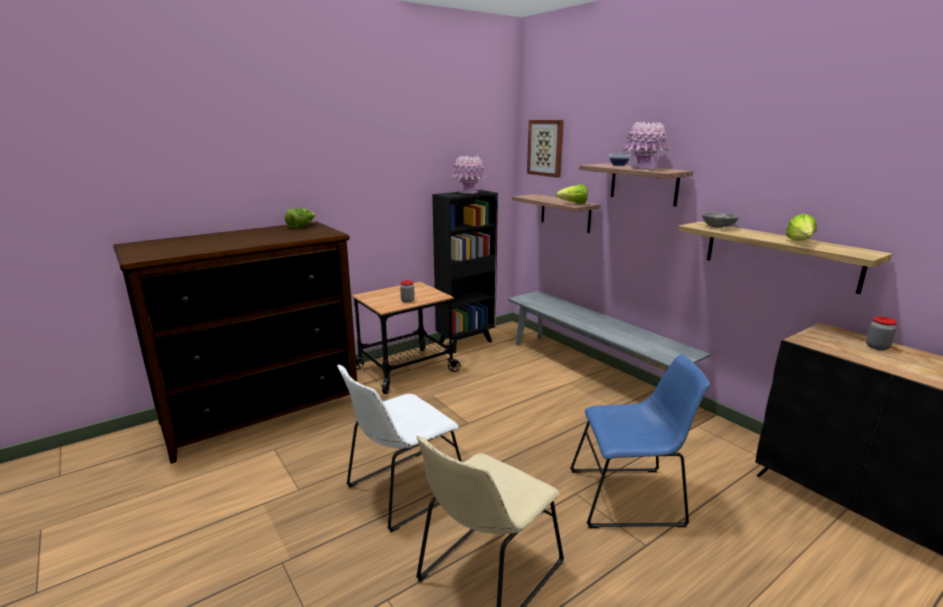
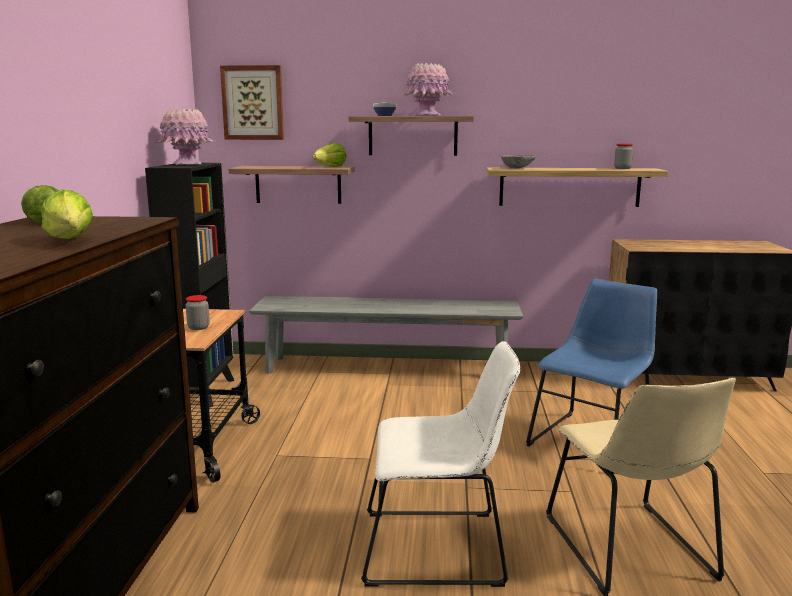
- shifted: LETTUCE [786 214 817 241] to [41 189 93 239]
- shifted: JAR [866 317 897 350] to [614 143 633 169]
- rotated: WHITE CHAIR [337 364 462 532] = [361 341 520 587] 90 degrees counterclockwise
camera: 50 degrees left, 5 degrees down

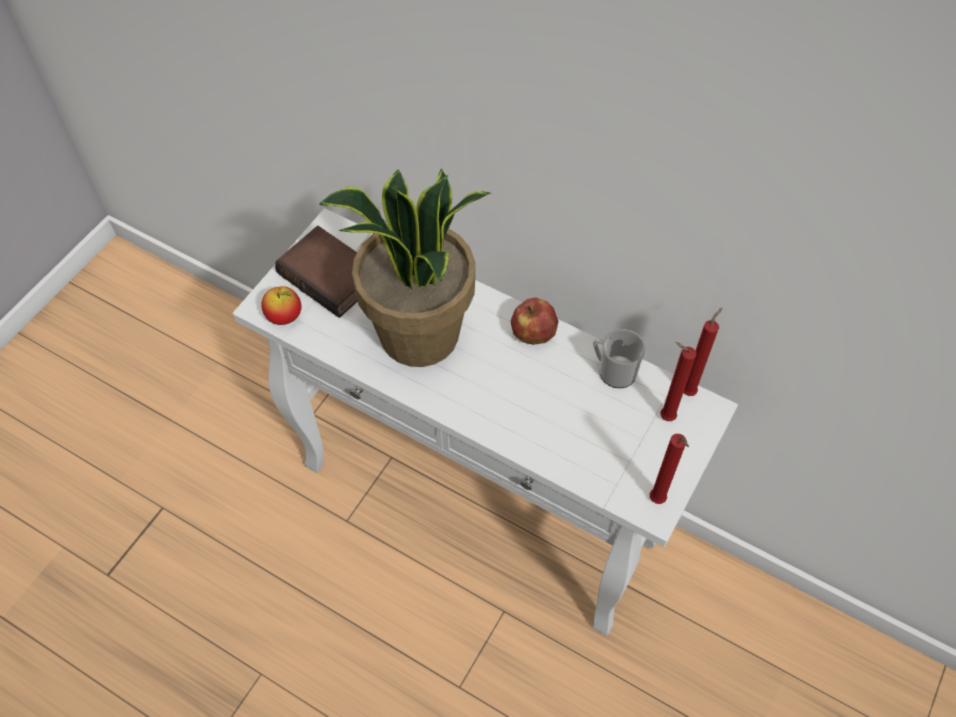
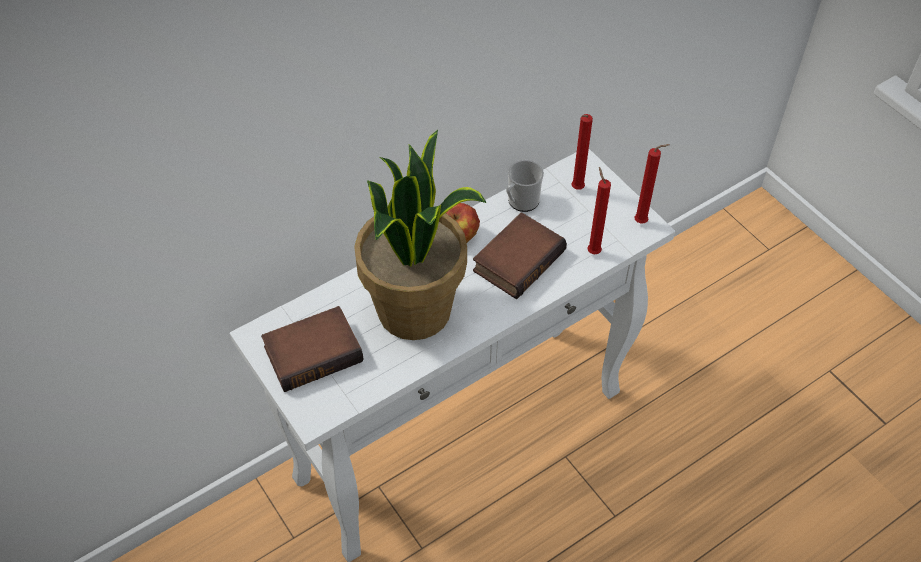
- gone: APPLE [262 286 302 325]
- new: BOOK [473 212 567 299]
- shifted: RED CANDLE [684 307 722 396] to [587 167 611 254]
camera: 65 degrees left, 5 degrees down

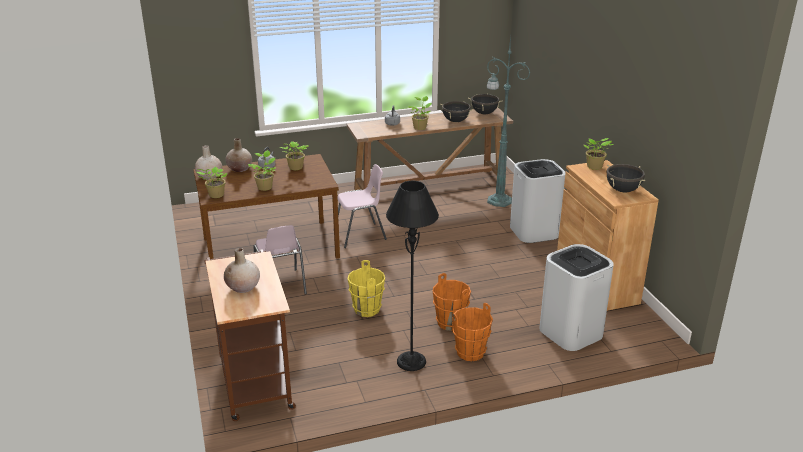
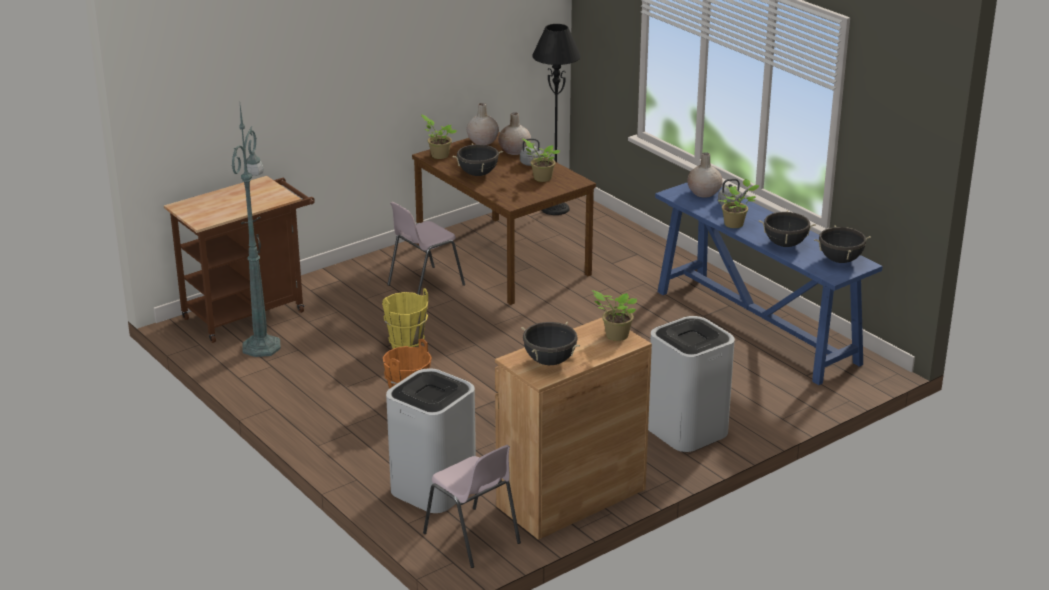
- gone: ORANGE BUCKET [452 303 493 361]
- shifted: BEIGE VASE [224 248 260 293] to [687 152 723 198]
- shifted: PINK CHAIR [337 164 387 248] to [423 445 521 568]
- shifted: BLACK FLOOR LAMP [386 181 439 371] to [532 24 581 215]
- shifted: GREEN FLOOR LAMP [487 36 530 207] to [231 105 281 357]
- swapped: POTTED PLANT [248 150 276 191] to BLACK COOKING POT [452 143 503 176]
- repainted: BROWN CONSOLE TABLE [347 108 513 190] to BLUE CONSOLE TABLE [655 183 883 385]
camera: 70 degrees right, 0 degrees up

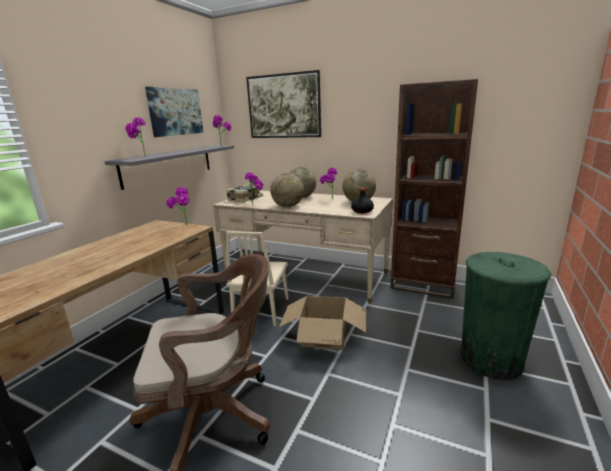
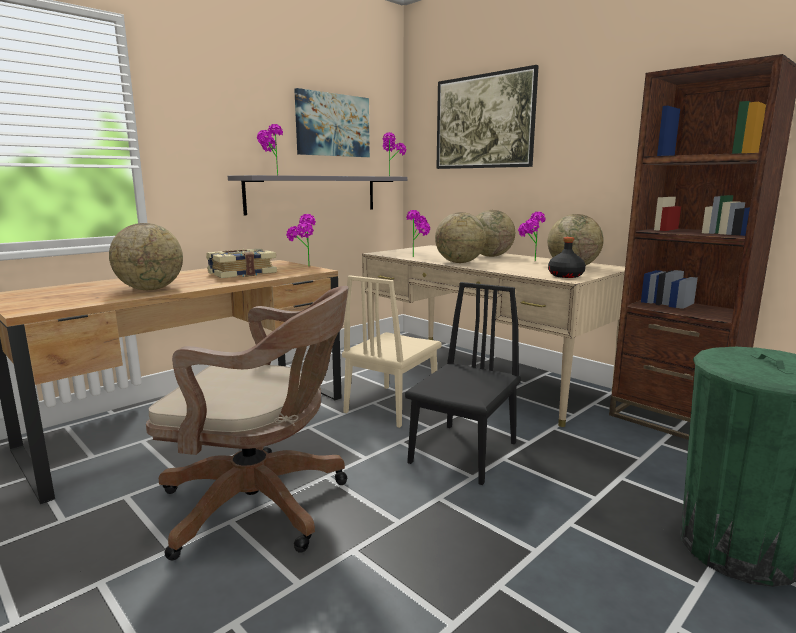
- new: GLOBE [109 223 183 290]
- shifted: BOOK [226 184 263 202] to [206 248 277 278]
- swapped: CARDBOARD BOX [279 296 366 350] to BLACK CHAIR [405 282 521 485]
camera: 20 degrees right, 5 degrees down

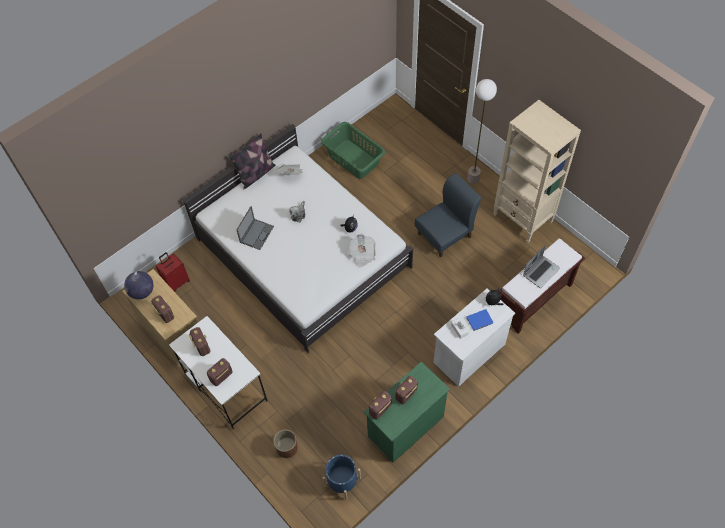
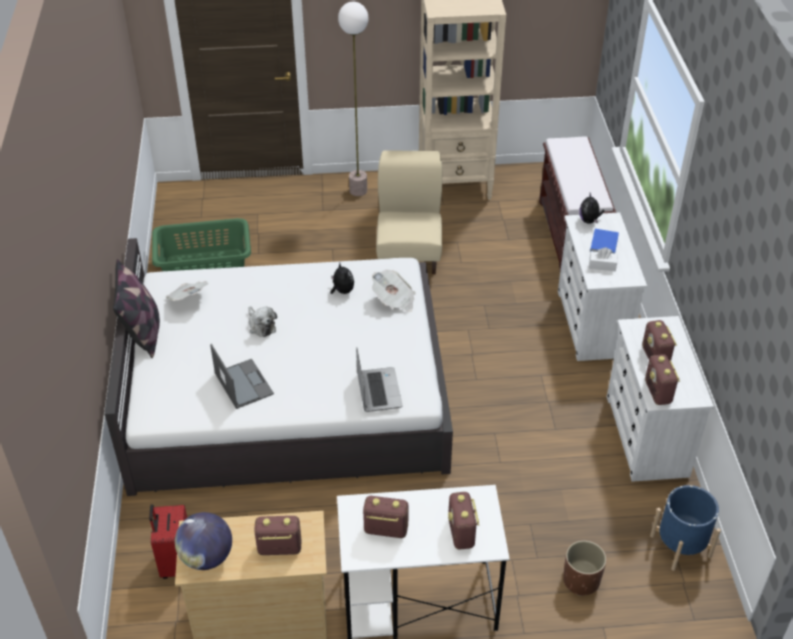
- shifted: LAPTOP [523 245 560 288] to [356 348 403 412]
- repainted: GREEN DRESSER [363 362 450 463] to WHITE DRESSER [607 316 714 482]
- repainted: BLUE CHAIR [415 173 481 257] to BEIGE CHAIR [376 150 442 274]
camera: 55 degrees left, 15 degrees down

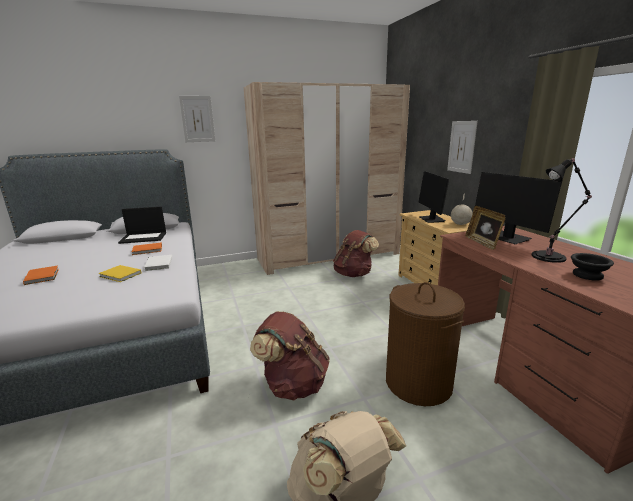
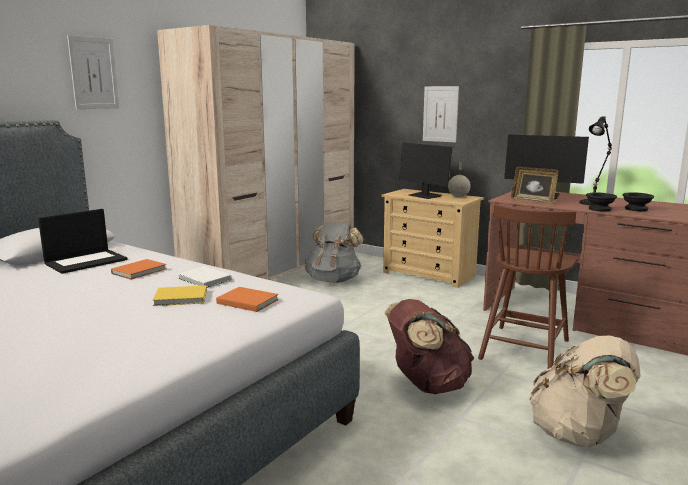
- new: BLACK BOWL [586 193 617 211]
- shifted: ORANGE BOOK [23 265 59 285] to [216 287 278 312]
- swapped: BROWN LAUNDRY BASKET [386 282 465 406] to BROWN CHAIR [478 204 579 369]
- repainted: BROWN BACKPACK [333 230 379 277] to GREY BACKPACK [305 222 363 283]
camera: 35 degrees left, 5 degrees down

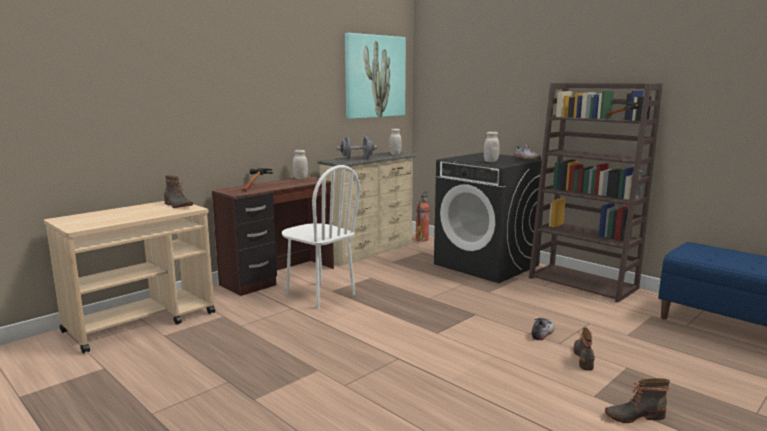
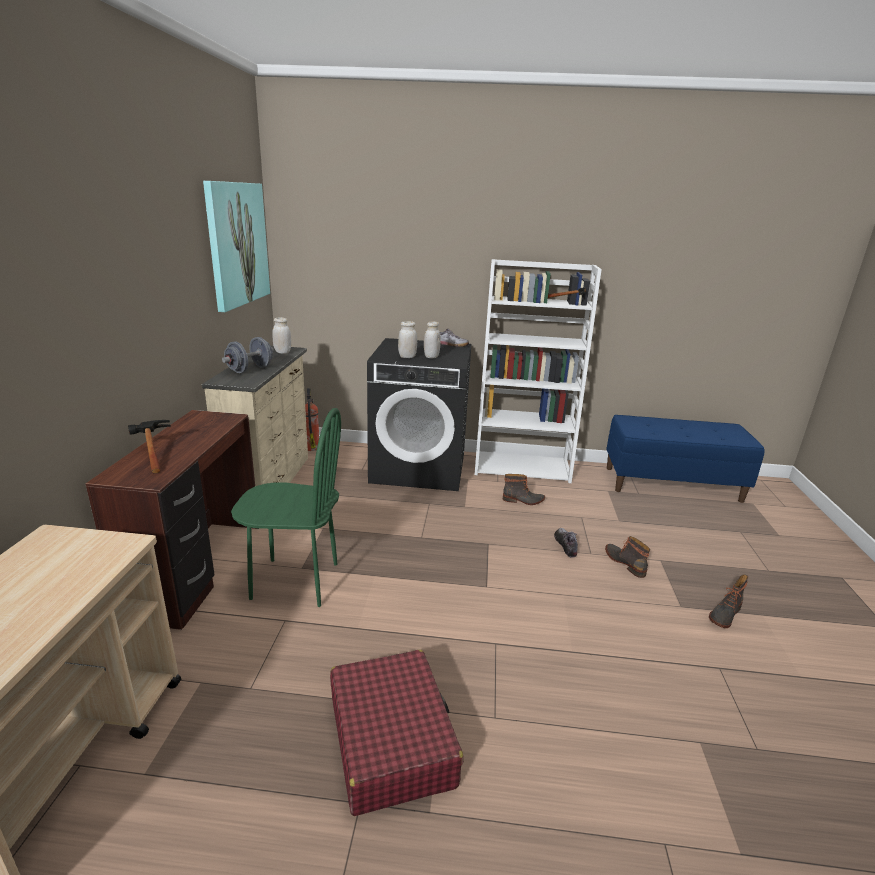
- new: RED SUITCASE [330 650 463 816]
- shifted: BOOT [164 175 193 208] to [503 474 545 505]
- shifted: WHITE JAR [293 150 308 179] to [398 321 417 358]
- repainted: WHITE CHAIR [282 165 360 309] to GREEN CHAIR [231 408 341 607]
- repainted: BROWN BOOKCASE [529 83 663 302] to WHITE BOOKCASE [475 259 602 483]
camera: 40 degrees left, 10 degrees up

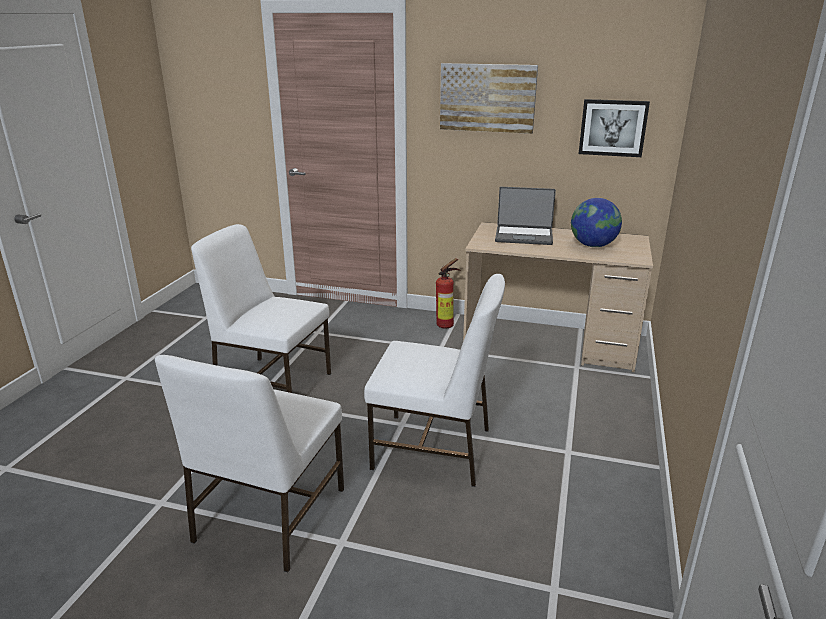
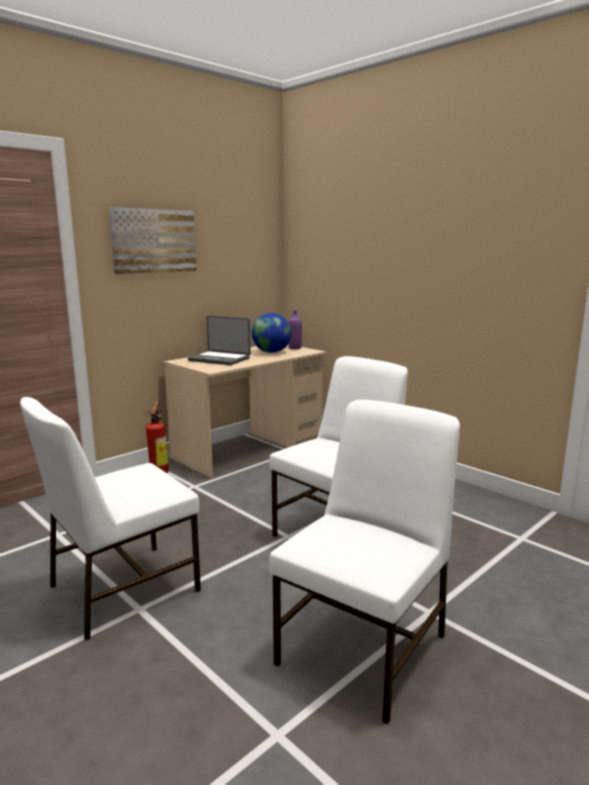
- gone: PICTURE [579 99 650 157]
- new: PURPLE BOTTLE [288 310 302 349]
- rotated: WHITE CHAIR [155 355 344 572] = [269 400 460 724] 105 degrees counterclockwise
- rotated: LAPTOP [495 187 556 245] = [188 316 251 365] 75 degrees clockwise
camera: 60 degrees left, 10 degrees down

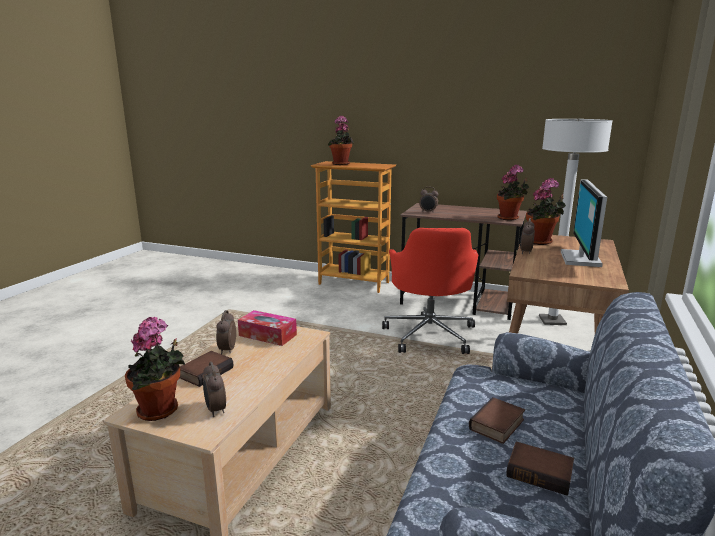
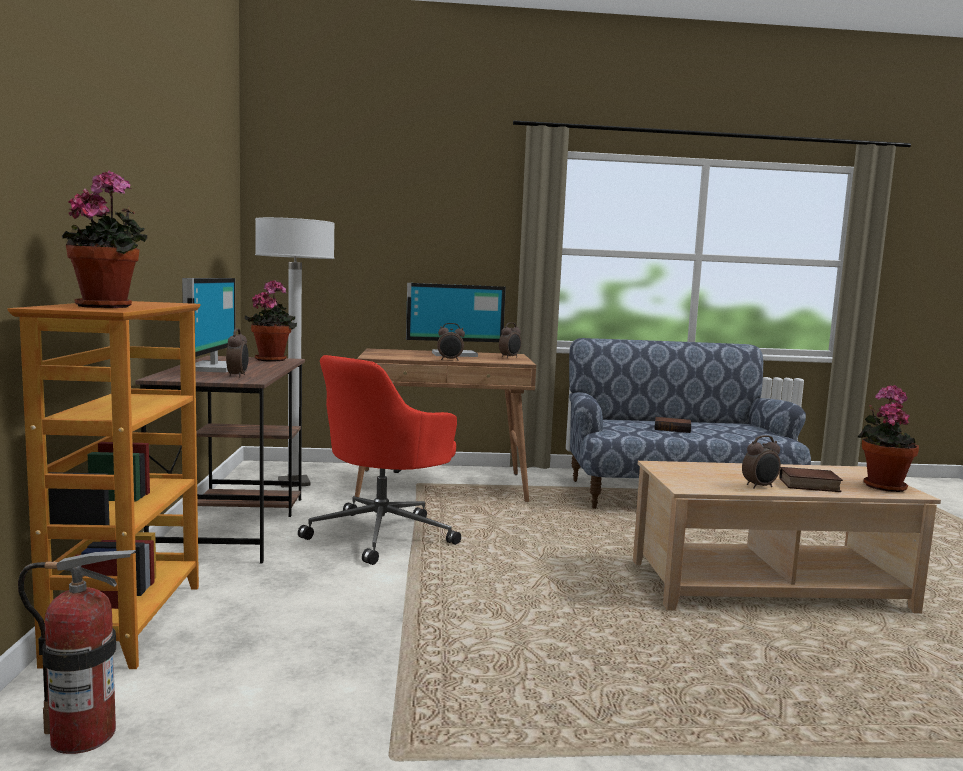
- gone: TISSUE BOX [238 310 297 346]
- gone: BOOK [506 442 574 496]
- gone: POTTED PLANT [526 178 566 245]
- new: FIRE EXTINGUISHER [18 550 136 754]
- new: MONITOR [182 278 236 373]
- shifted: ALARM CLOCK [203 362 226 417] to [499 323 521 358]
- rotated: RED OFFICE CHAIR [382 228 478 354] = [298 355 461 565] 150 degrees clockwise
camera: 115 degrees left, 10 degrees down

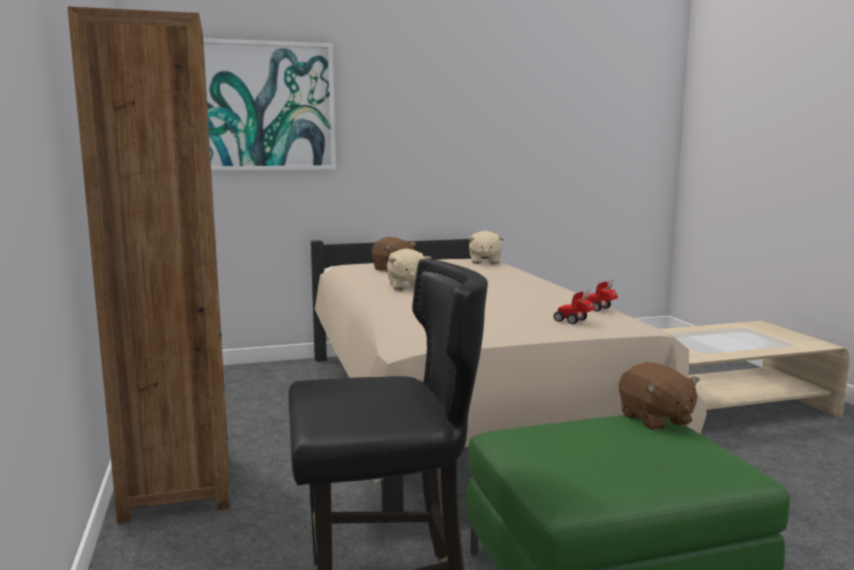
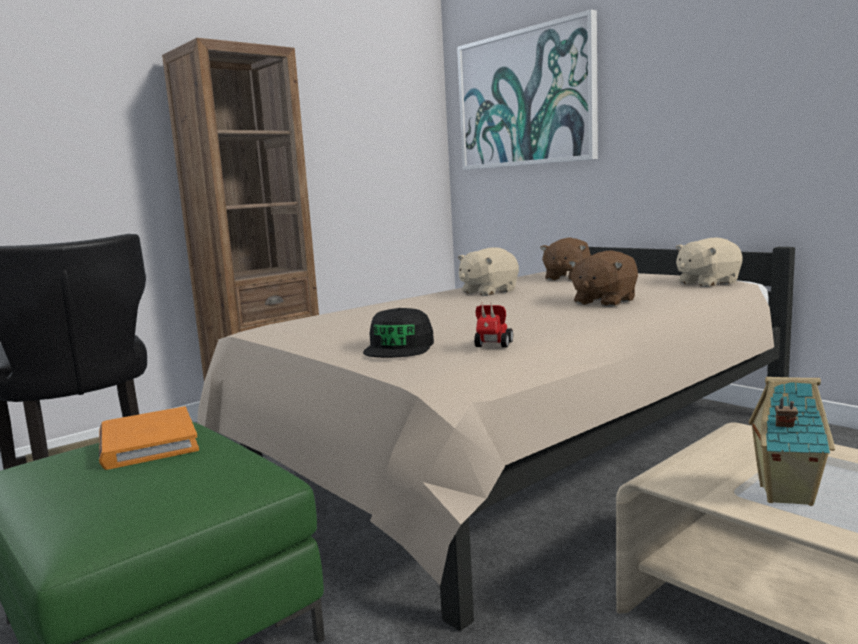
- new: ORANGE BOOK [99 406 199 470]
- new: TOY HOUSE [749 377 835 506]
- shifted: BROWN PLUSH TOY [619 362 700 430] to [569 250 638 307]
- swapped: TOY CAR [554 290 595 324] to BLACK CAP [363 308 434 358]
camera: 65 degrees right, 0 degrees up

